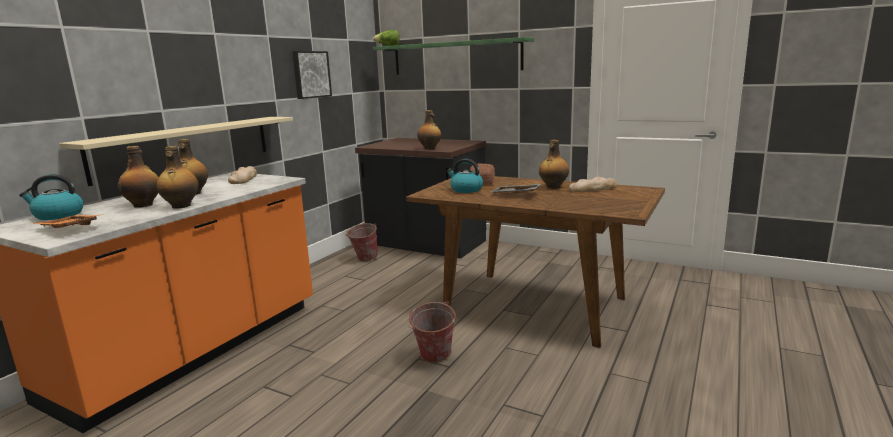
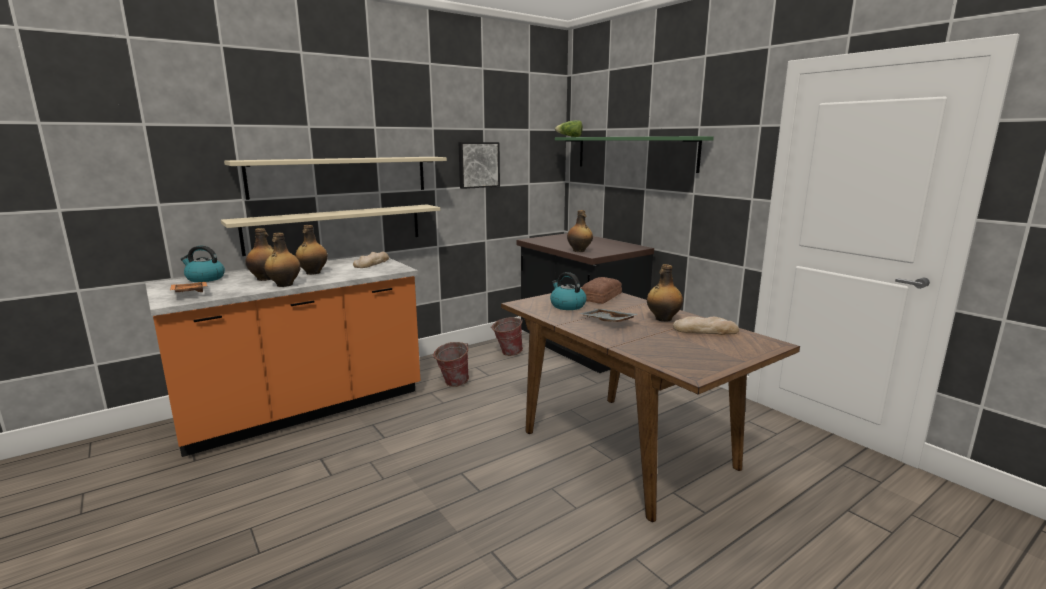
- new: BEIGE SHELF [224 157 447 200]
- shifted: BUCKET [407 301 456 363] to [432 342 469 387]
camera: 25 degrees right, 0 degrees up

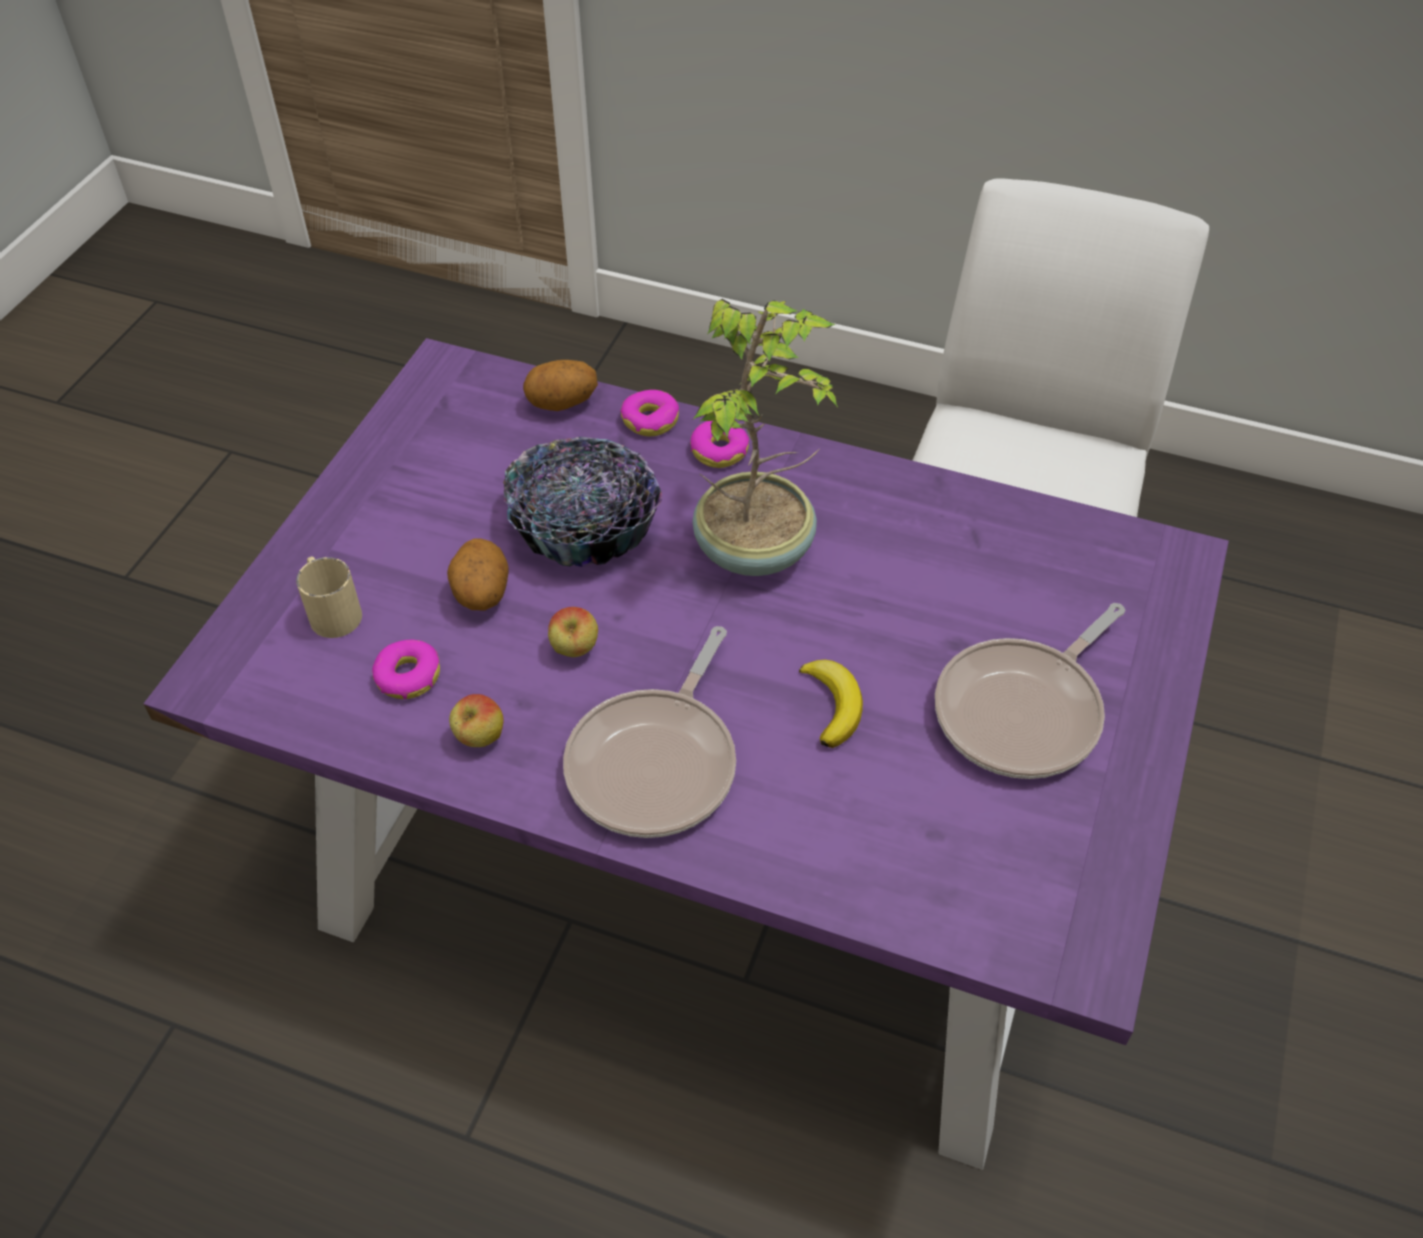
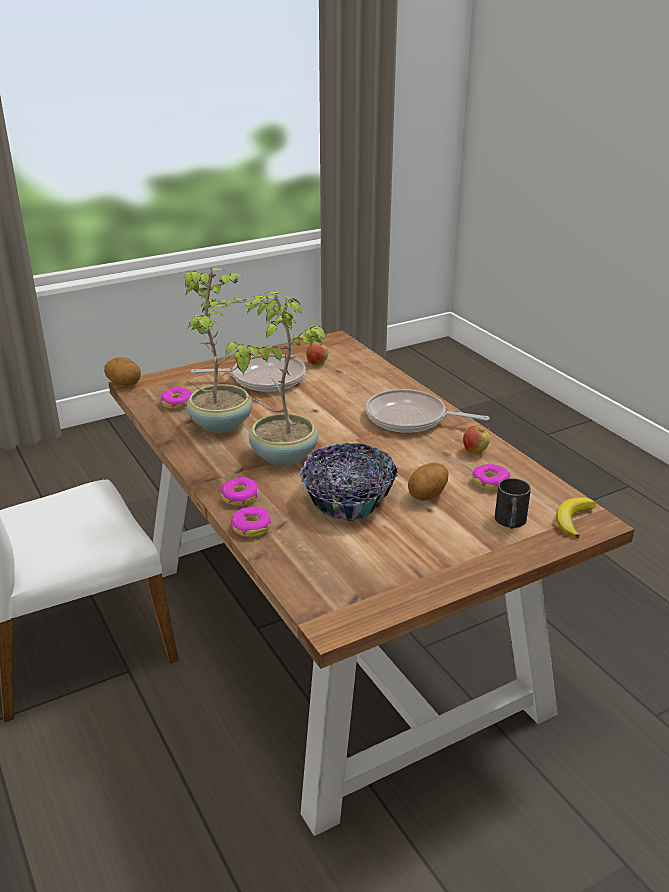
- new: DONUT [161 387 191 409]
- new: POTTED PLANT [185 267 252 433]
- shifted: POTATO [523 360 598 411] to [104 357 141 386]
- shifted: APPLE [548 607 598 657] to [306 341 328 366]
- shifted: BANANA [799 660 863 748] to [556 498 596 538]
- repainted: PURPLE DINING TABLE [143 338 1229 1170] to BROWN DINING TABLE [109 331 634 836]
- repainted: BEIGE MUG [296 557 362 638] to BLACK MUG [495 478 531 529]
- rotated: FRYING PAN [563 626 736 838] = [366 389 490 433] 135 degrees counterclockwise
camera: 140 degrees left, 20 degrees down

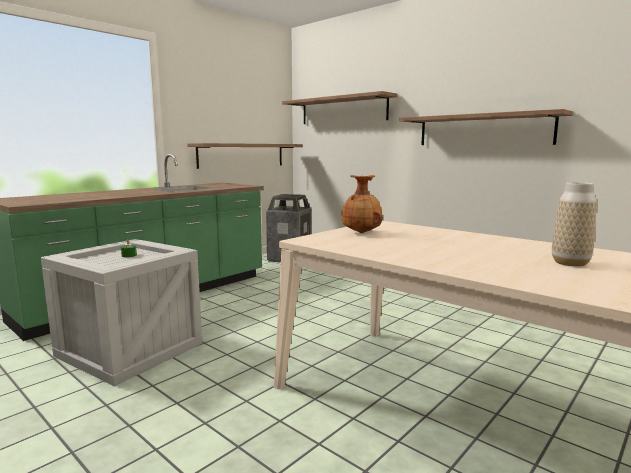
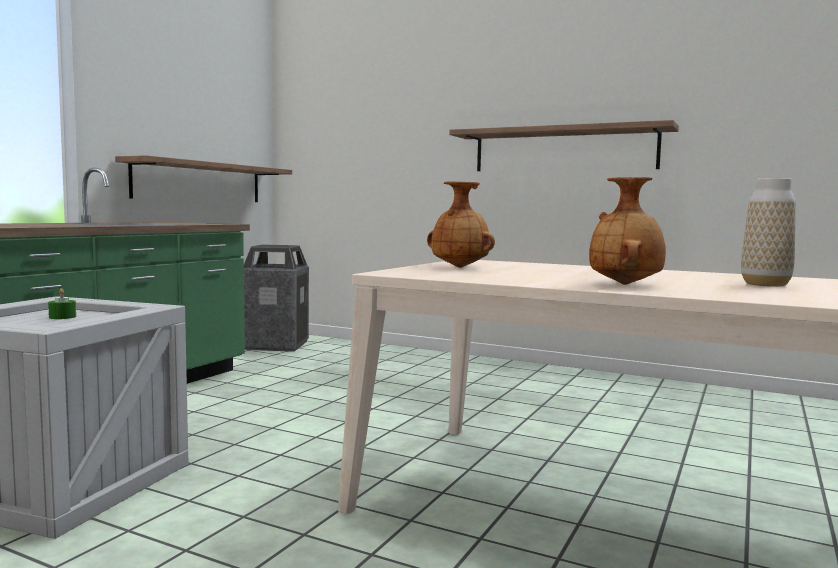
- gone: SHELF [282 91 397 124]
- new: BROWN VASE [589 177 666 285]
camera: 15 degrees left, 5 degrees down

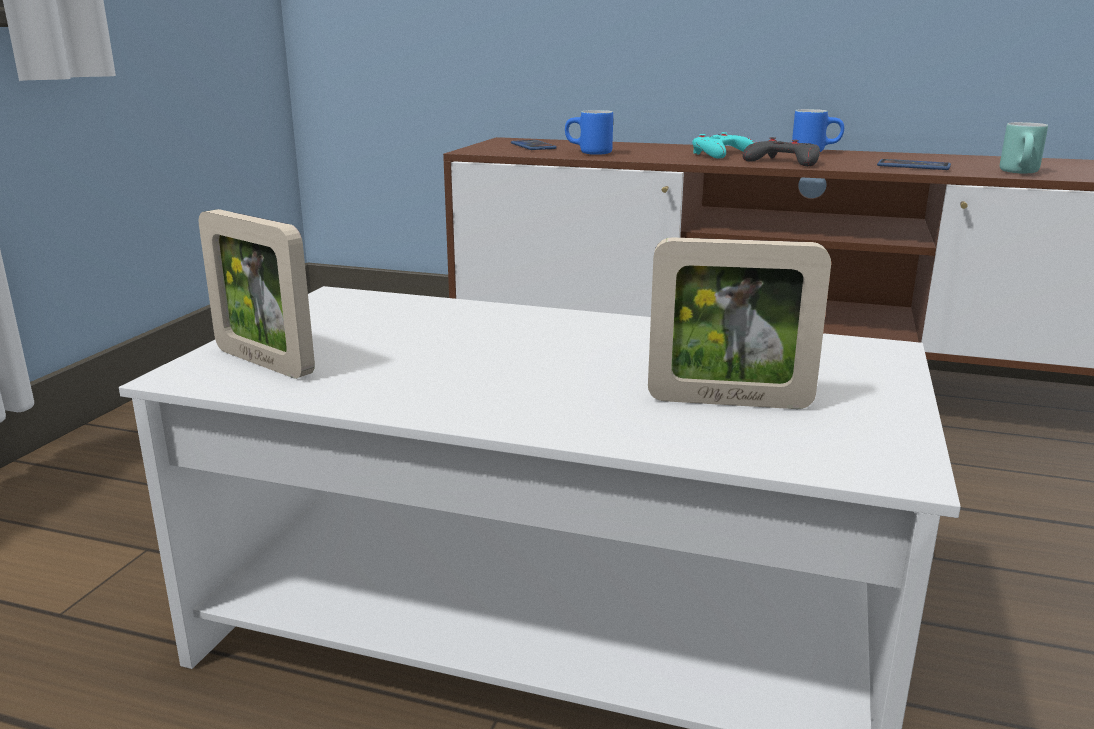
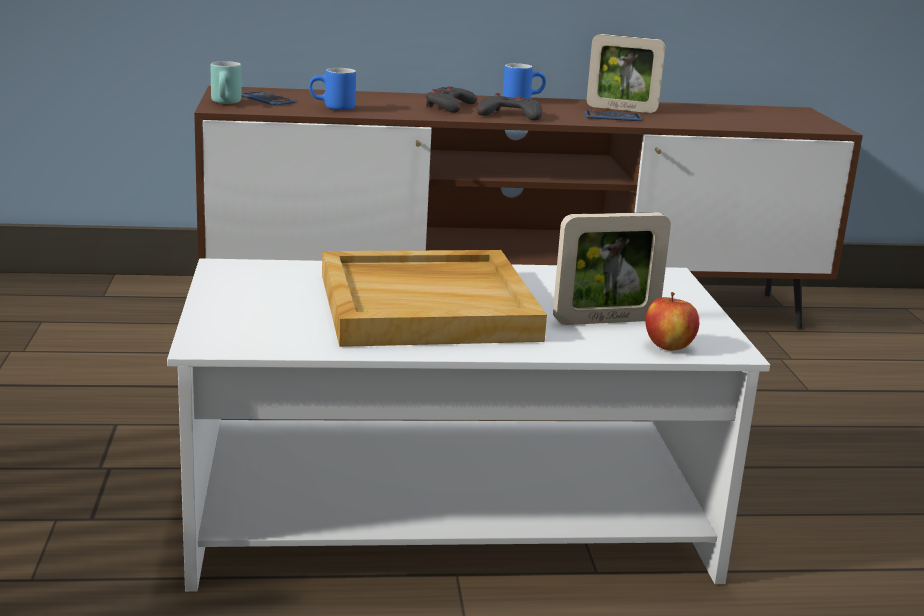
- new: BEIGE TRAY [322 250 547 347]
- new: APPLE [646 292 699 351]
- shifted: PICTURE FRAME [199 209 315 379] to [587 34 665 113]
- shifted: TURQUOISE MUG [1000 122 1048 174] to [211 61 242 104]
- repainted: TURQUOISE GAME CONTROLLER [692 132 755 159] to GREY GAME CONTROLLER [426 86 477 113]
camera: 25 degrees left, 0 degrees up

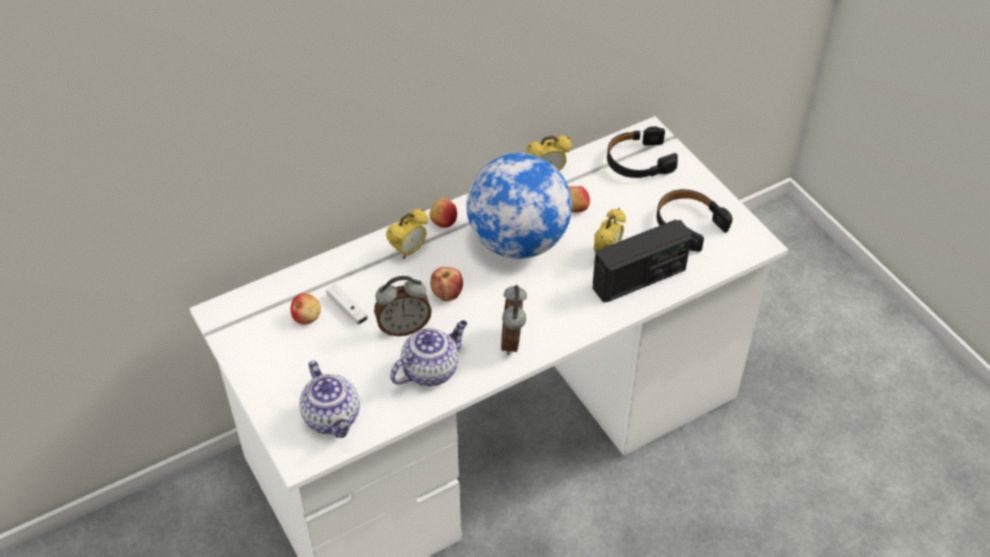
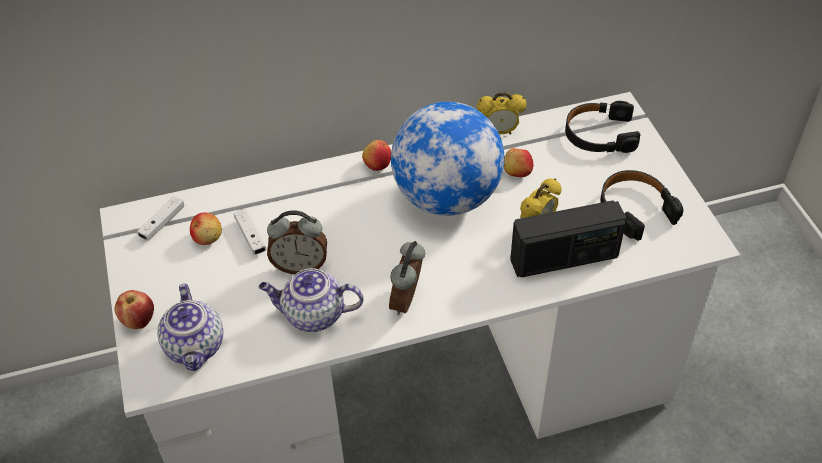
- gone: ALARM CLOCK [386 209 428 259]
- new: WHITE GAME CONTROLLER [137 196 184 240]
- shifted: APPLE [431 267 463 301] to [114 290 154 329]
- rotated: TEAPOT [390 320 467 386] = [259 268 363 332] 150 degrees counterclockwise
camera: 15 degrees right, 0 degrees up

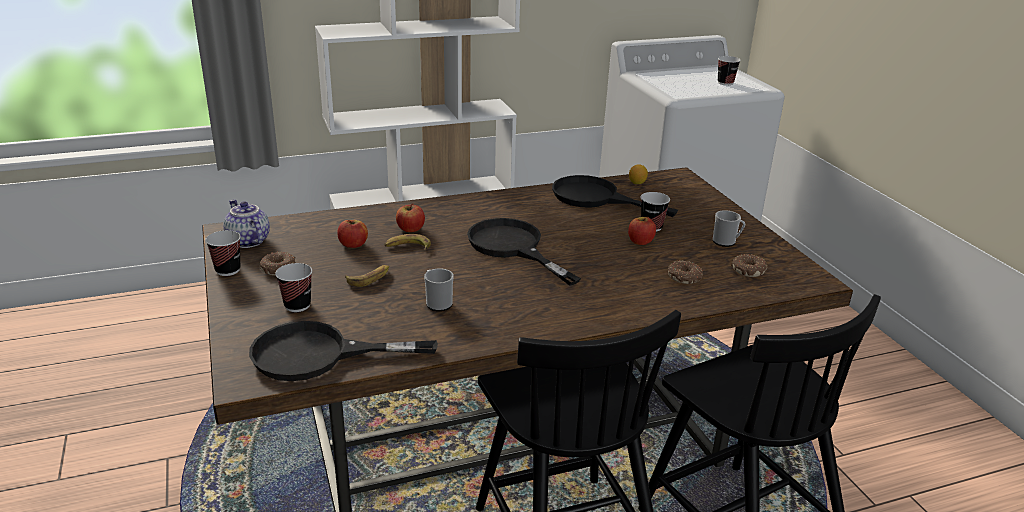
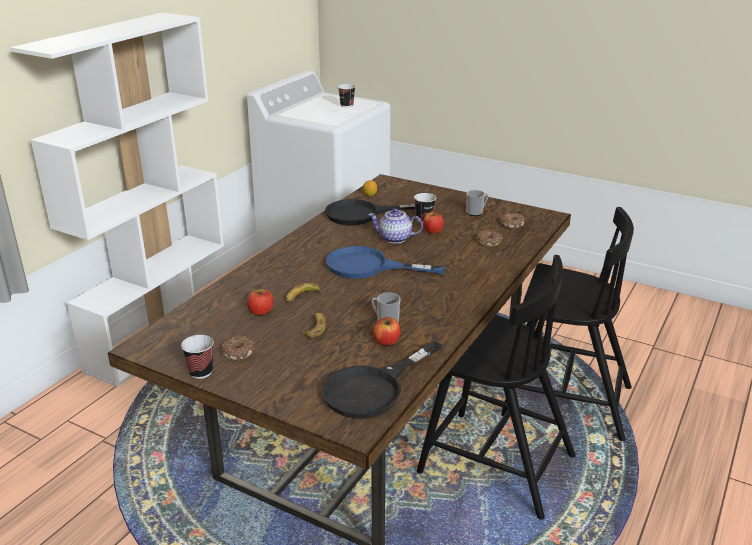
- gone: CUP [275 263 312 312]
- shifted: TEAPOT [223 199 270 248] to [368 208 423 244]
- shifted: APPLE [396 203 425 232] to [373 317 401 346]
- repainted: BLACK FRYING PAN [467 218 581 286] to BLUE FRYING PAN [326 246 446 279]
camera: 40 degrees left, 0 degrees up

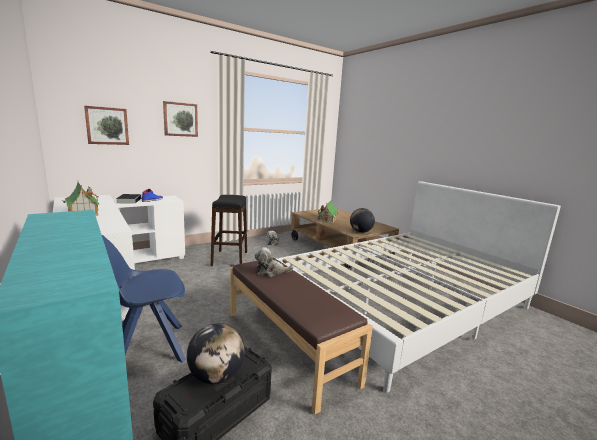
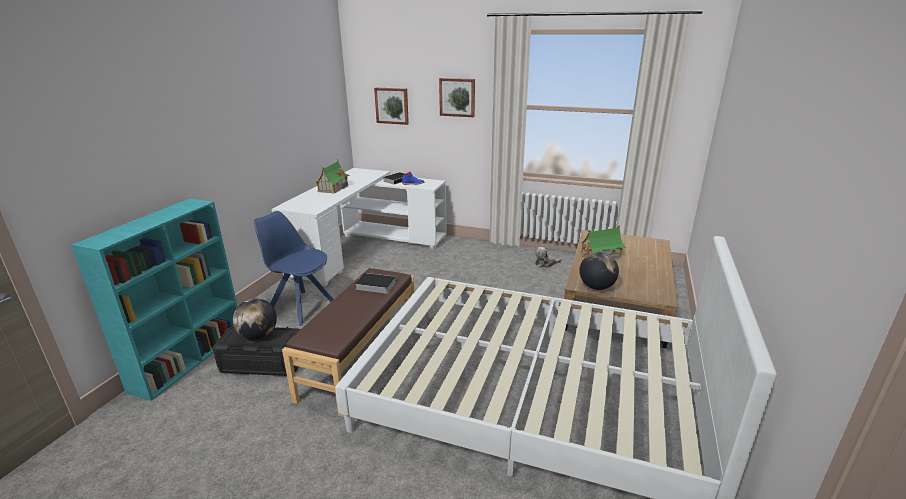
- gone: BLACK STOOL [211 195 247 266]
- swapped: PLUSH TOY [254 247 293 277] to BOOK [355 273 396 294]
camera: 55 degrees right, 10 degrees up

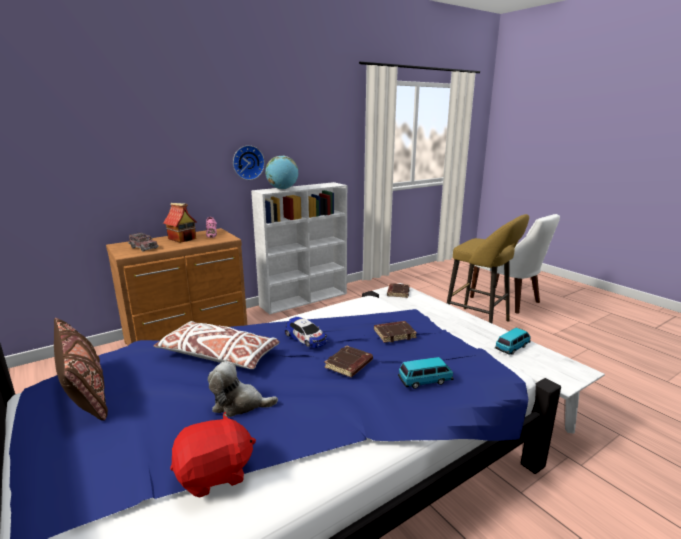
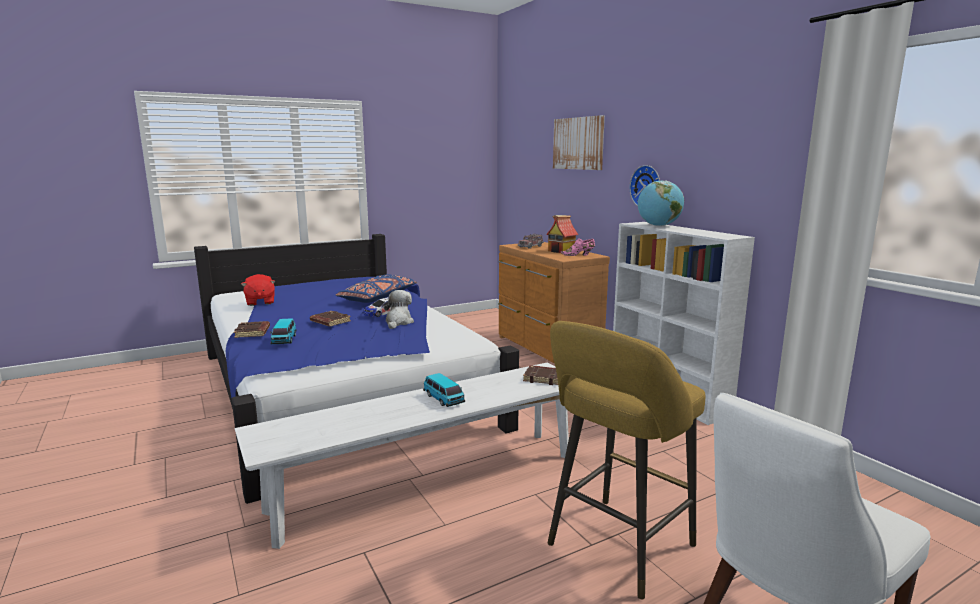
- gone: BROWN PILLOW [54 318 108 421]
- new: PICTURE [553 115 605 170]
- shifted: PLUSH TOY [208 361 278 417] to [384 290 414 329]
- shifted: BROWN BOOK [374 321 417 343] to [234 321 270 338]
- shifted: TOY CAR [495 328 531 355] to [423 373 465 407]
- repainted: WHITE PILLOW [154 321 280 369] to BLUE PILLOW [336 274 417 303]
camera: 95 degrees right, 5 degrees down

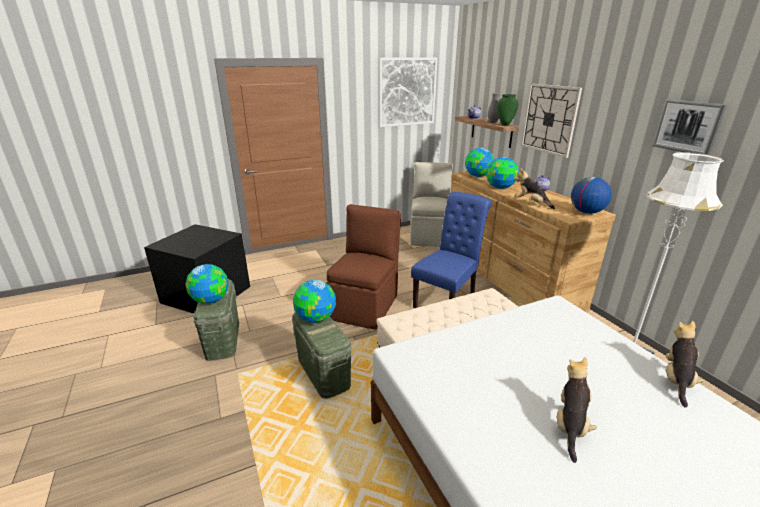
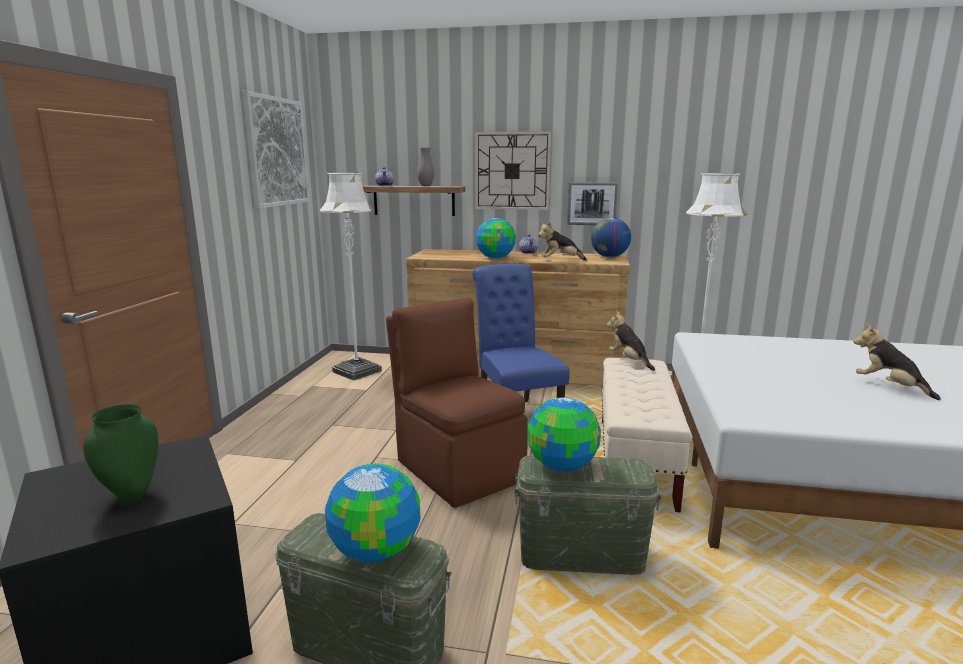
- gone: GLOBE [465 148 494 177]
- shifted: GREEN VASE [497 94 518 126] to [83 404 158 502]
- shifted: PICTURE [652 99 727 154] to [567 182 618 225]
- shifted: PLUSH TOY [665 321 704 407] to [607 311 655 371]
- swapped: BEIGE CHAIR [410 162 453 247] to WHITE FLOOR LAMP [320 173 382 381]
camera: 55 degrees left, 10 degrees down

